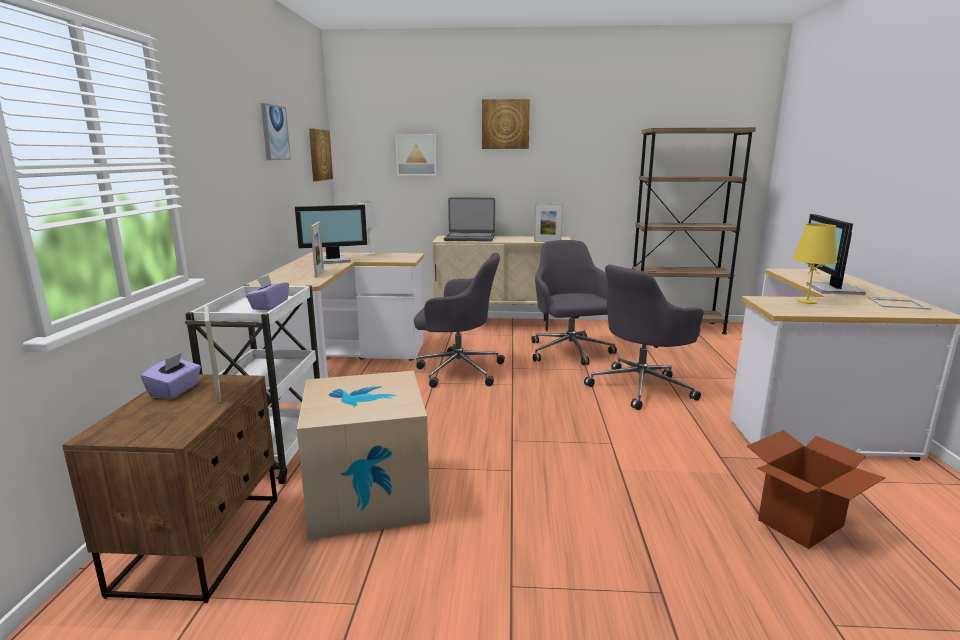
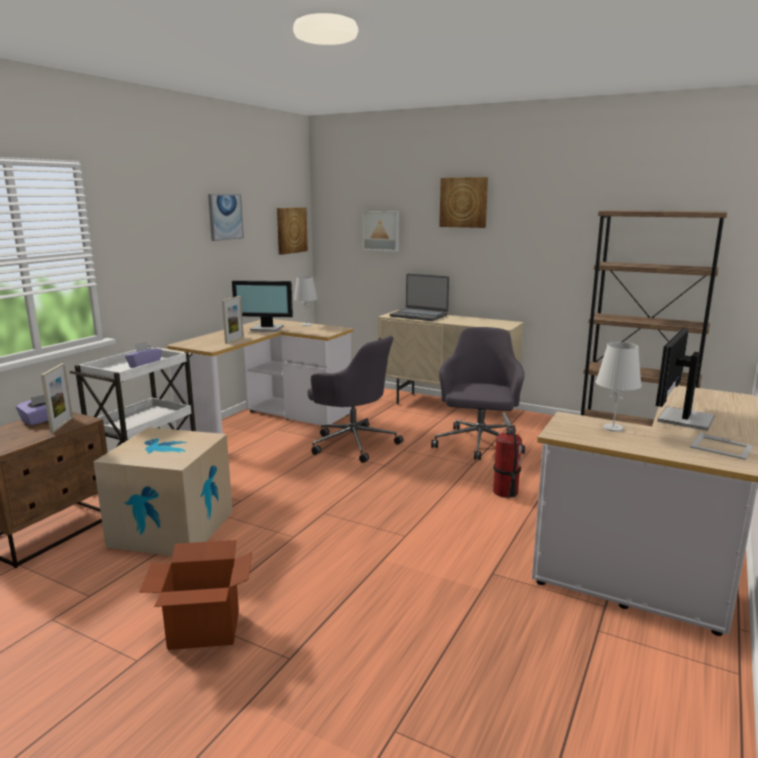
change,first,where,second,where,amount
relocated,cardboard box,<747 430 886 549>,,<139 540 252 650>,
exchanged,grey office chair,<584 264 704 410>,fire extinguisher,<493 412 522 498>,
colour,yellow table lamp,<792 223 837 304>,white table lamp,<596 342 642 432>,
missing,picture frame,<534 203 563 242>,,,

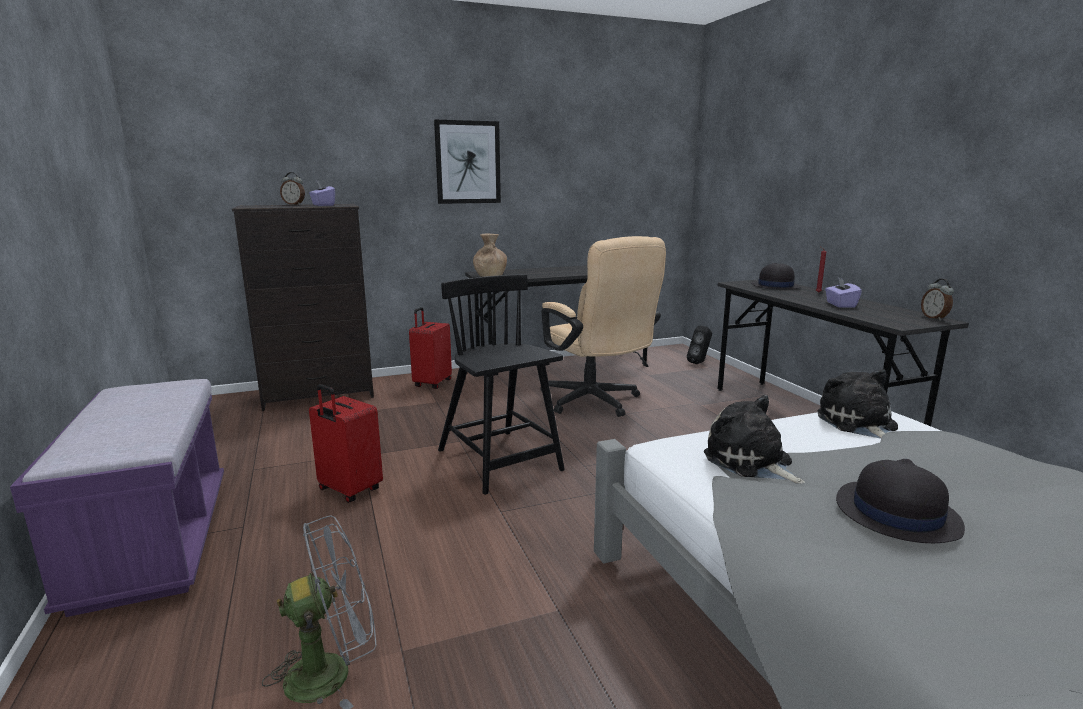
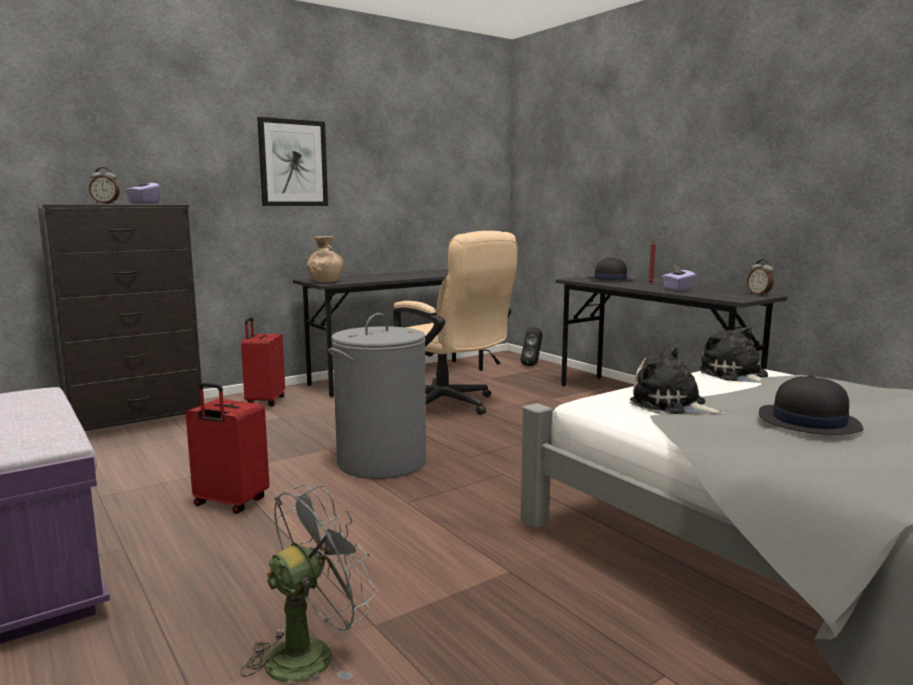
change,first,where,second,where,amount
exchanged,black chair,<438 274 565 495>,grey laundry basket,<328 313 426 479>,

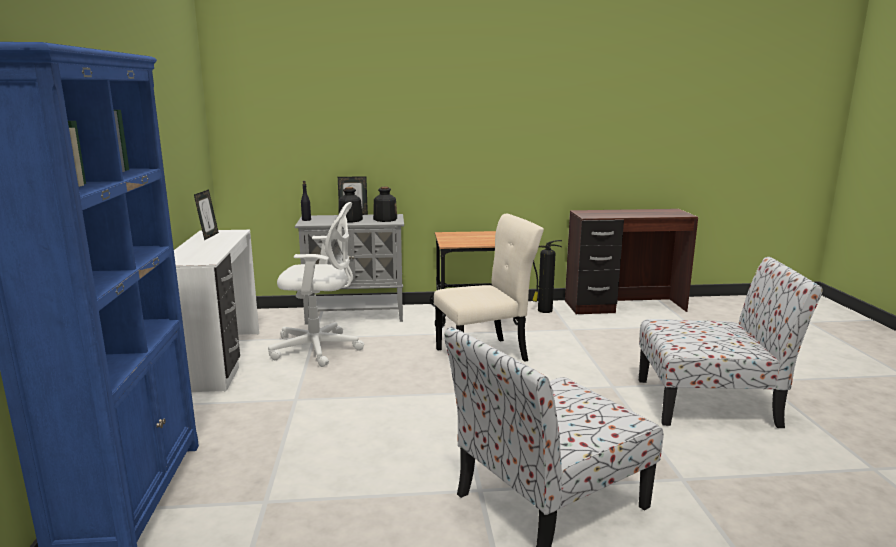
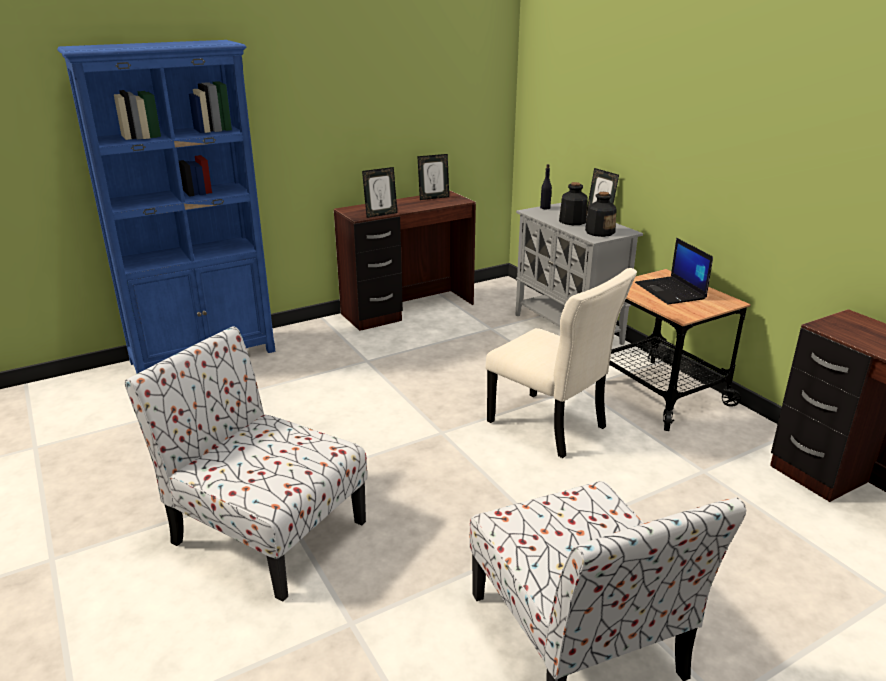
change,first,where,second,where,amount
colour,white desk,<174 230 259 392>,brown desk,<334 191 476 331>,
appeared,,,picture frame,<362 167 397 218>,
appeared,,,laptop,<635 238 713 304>,
missing,white office chair,<268 202 364 367>,,,
missing,fire extinguisher,<532 240 562 313>,,,

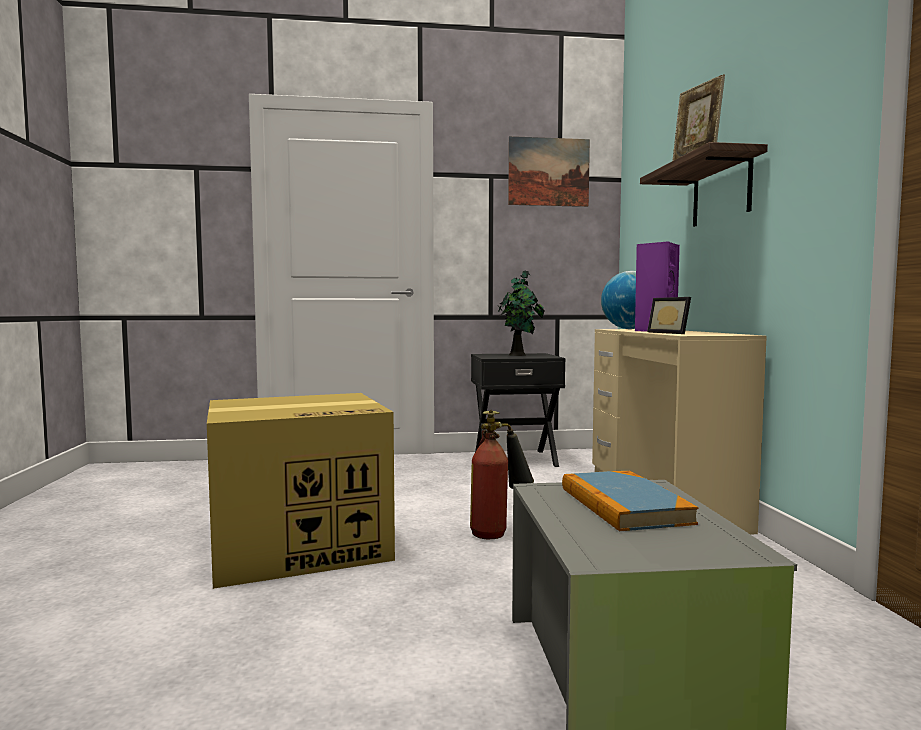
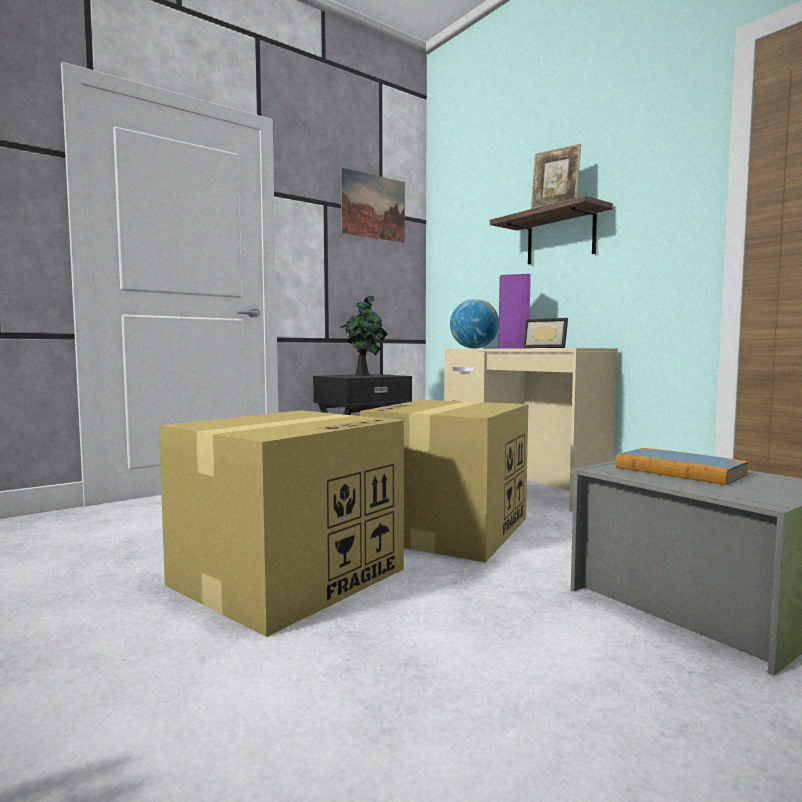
change,first,where,second,where,amount
exchanged,fire extinguisher,<470 410 534 539>,cardboard box,<360 400 528 562>,

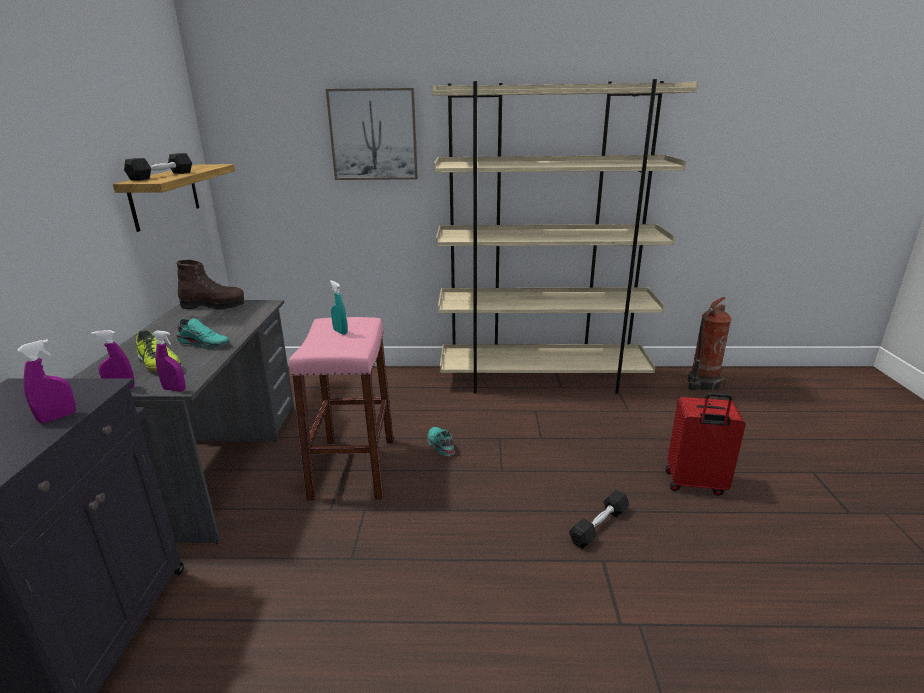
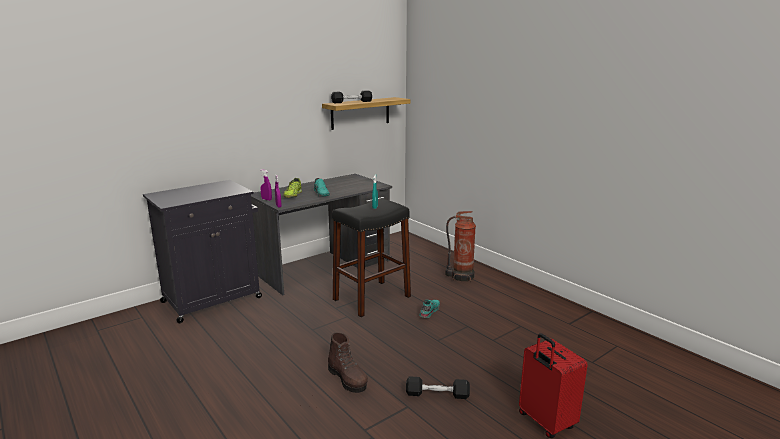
change,first,where,second,where,amount
relocated,brown boot,<177 260 244 309>,,<328 332 368 393>,
colour,pink stool,<289 317 394 501>,black stool,<332 198 411 317>,
relocated,fire extinguisher,<684 297 732 392>,,<445 211 476 282>,
missing,purple spray bottle,<18 339 76 423>,,,
missing,picture,<326 88 418 180>,,,
missing,beige bookcase,<431 79 699 394>,,,

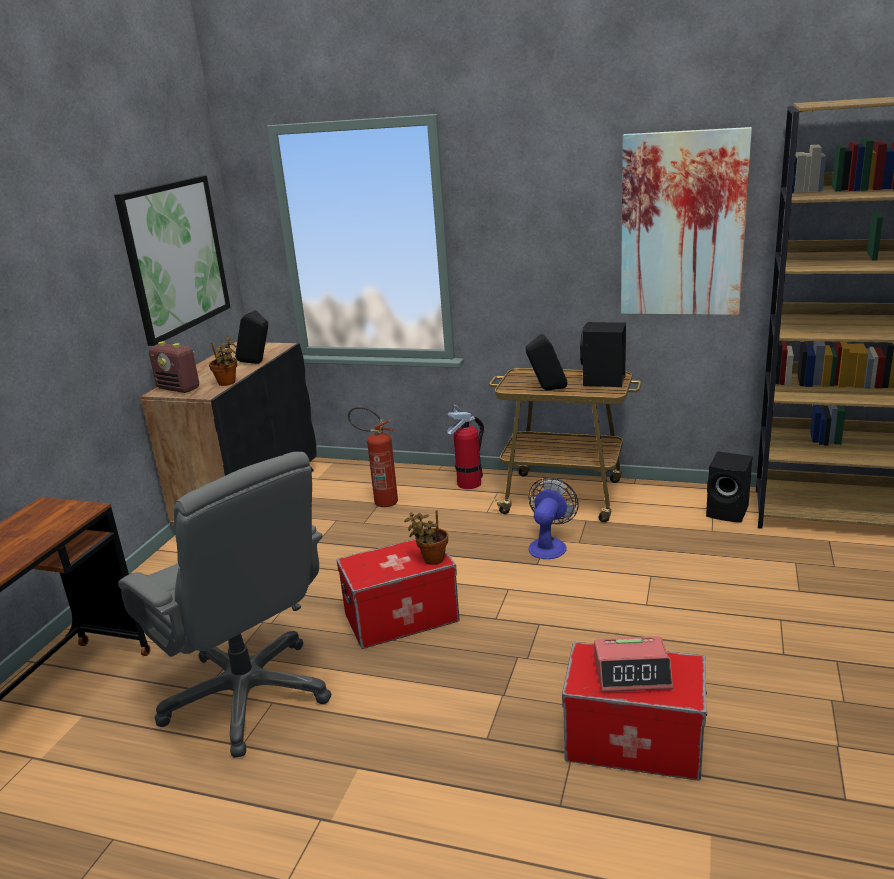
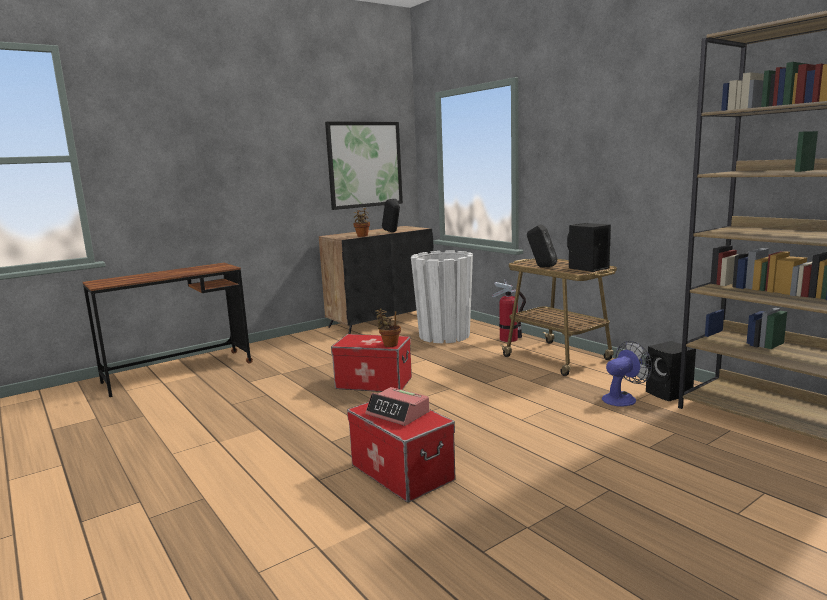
change,first,where,second,where,amount
exchanged,fire extinguisher,<348 407 398 507>,white planter,<411 250 473 343>,
relocated,fan,<528 478 579 559>,,<602 341 652 406>,
missing,grey office chair,<118 452 331 758>,,,
missing,radio,<149 341 199 393>,,,
missing,picture,<621 127 752 315>,,,

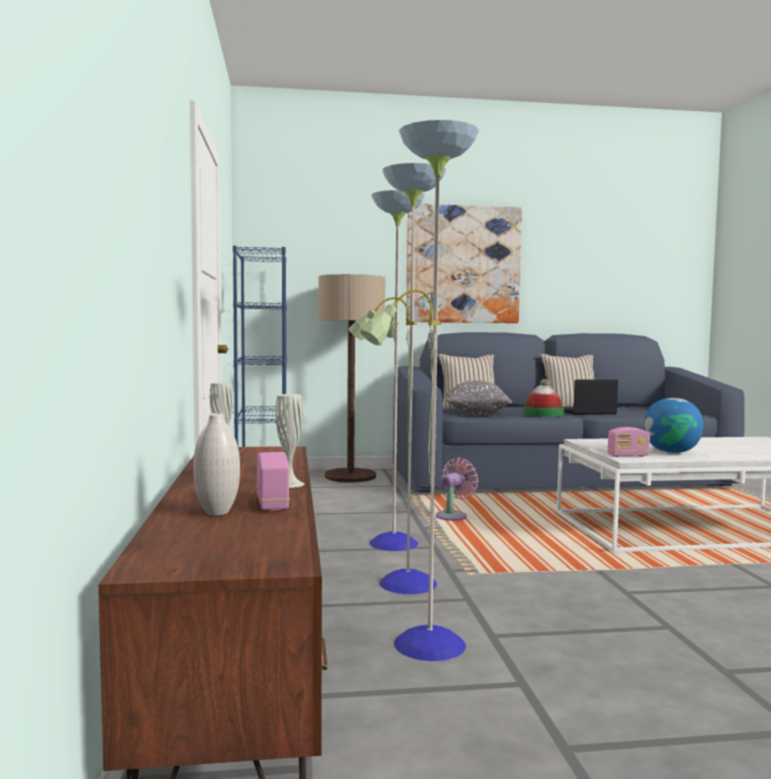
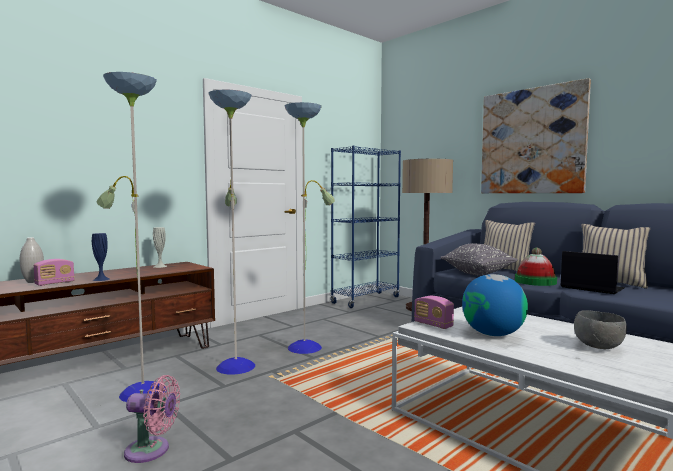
change,first,where,second,where,amount
colour,white vase,<275 394 304 488>,blue vase,<92 233 110 281>,
relocated,pink fan,<436 457 478 521>,,<124 375 180 463>,
appeared,,,grey bowl,<574 310 627 349>,

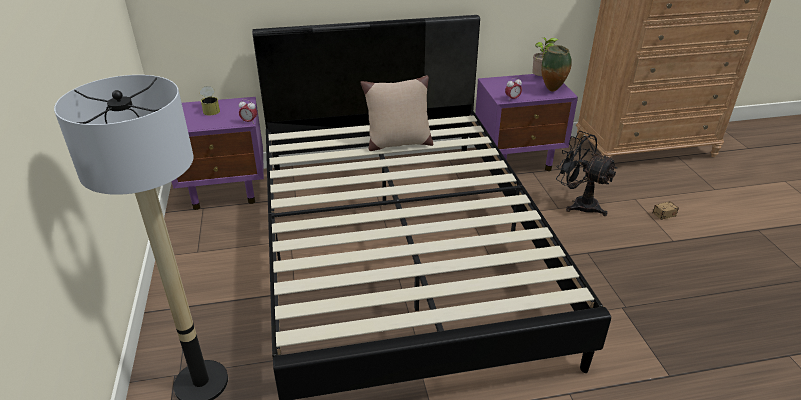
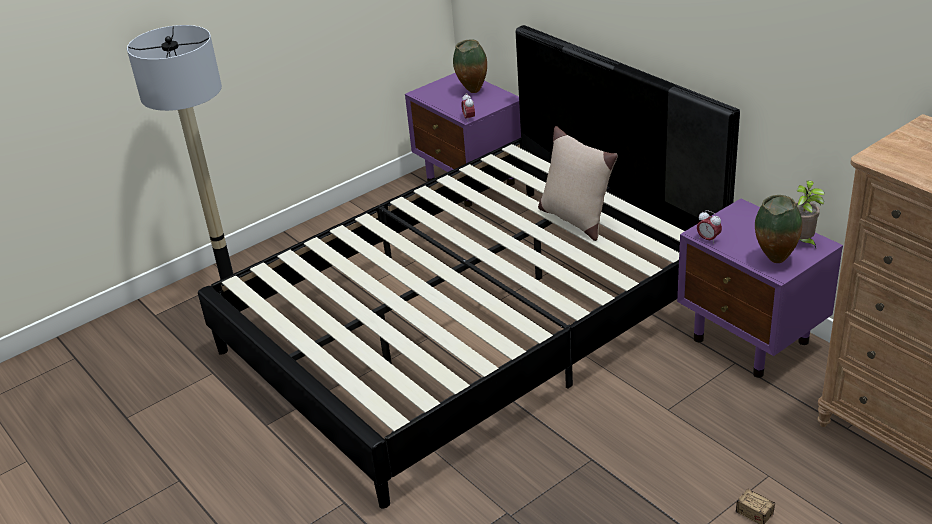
change,first,where,second,where,amount
exchanged,can,<200 86 220 115>,vase,<453 39 487 93>,
missing,black fan,<556 131 617 216>,,,

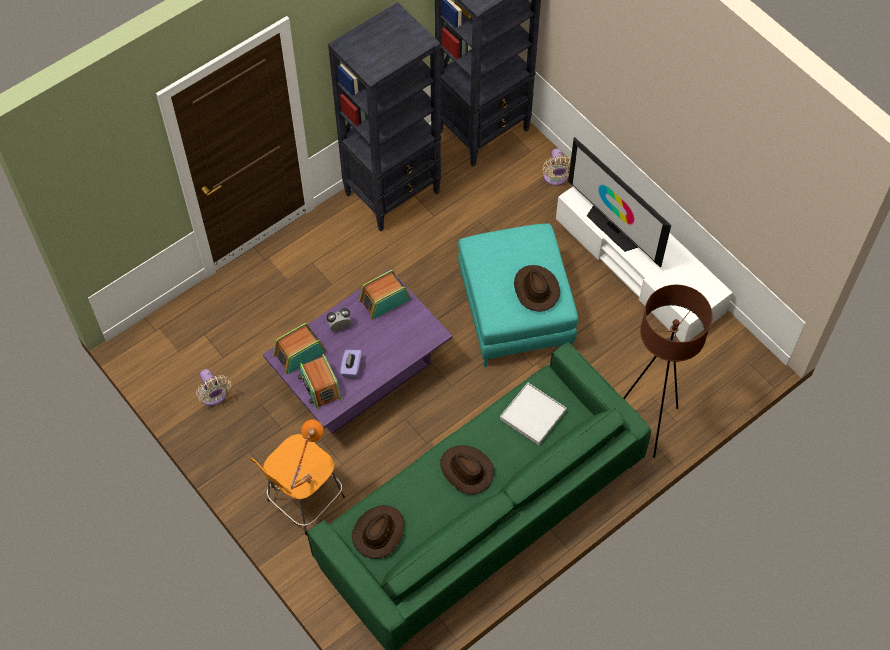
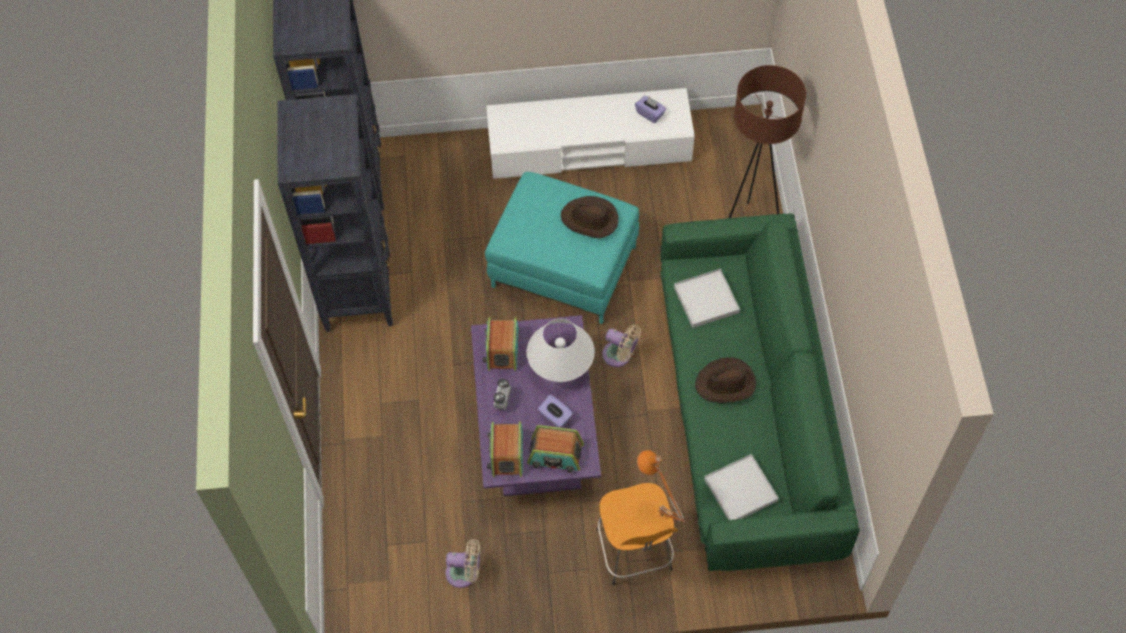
change,first,where,second,where,amount
appeared,,,white table lamp,<527 319 595 382>,
relocated,beige fan,<542 148 571 186>,,<602 324 641 367>,
appeared,,,purple tissue box,<635 96 666 123>,
exchanged,brown hat,<352 505 404 559>,white tray,<704 454 779 520>,
missing,television,<568 137 671 267>,,,

